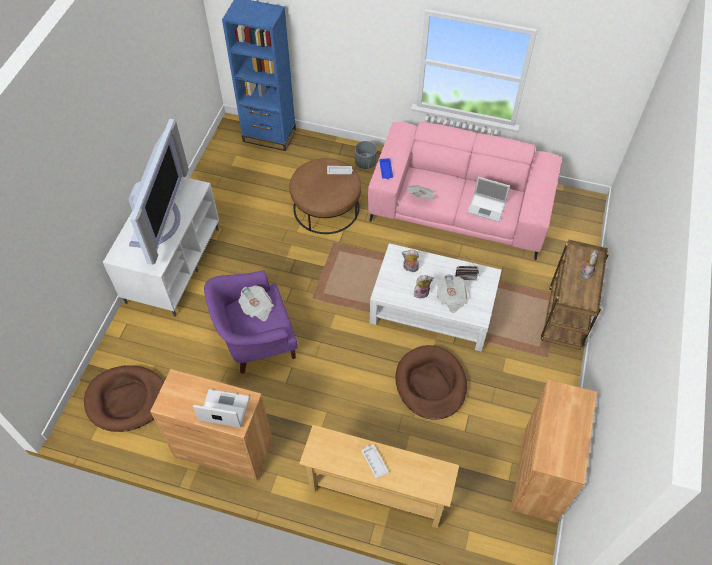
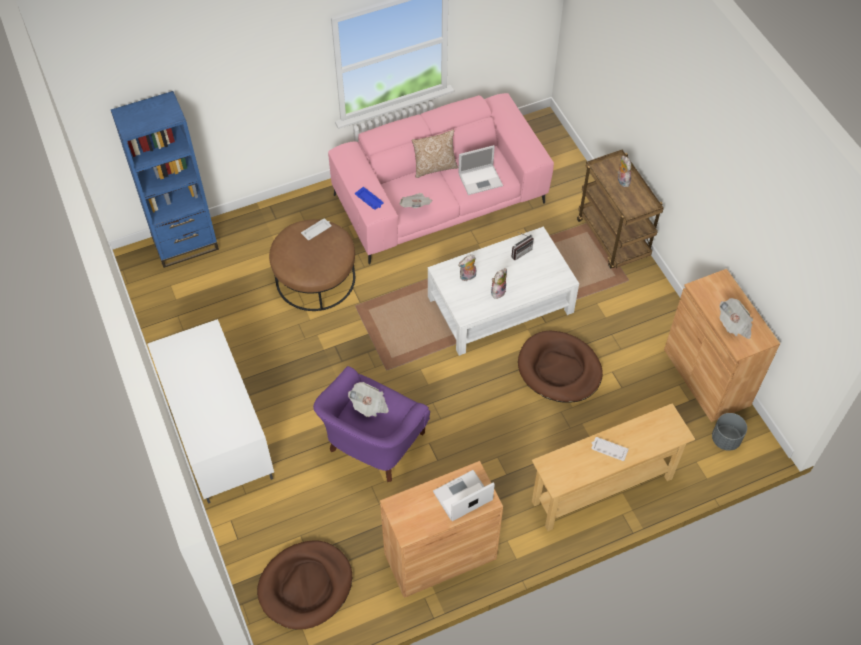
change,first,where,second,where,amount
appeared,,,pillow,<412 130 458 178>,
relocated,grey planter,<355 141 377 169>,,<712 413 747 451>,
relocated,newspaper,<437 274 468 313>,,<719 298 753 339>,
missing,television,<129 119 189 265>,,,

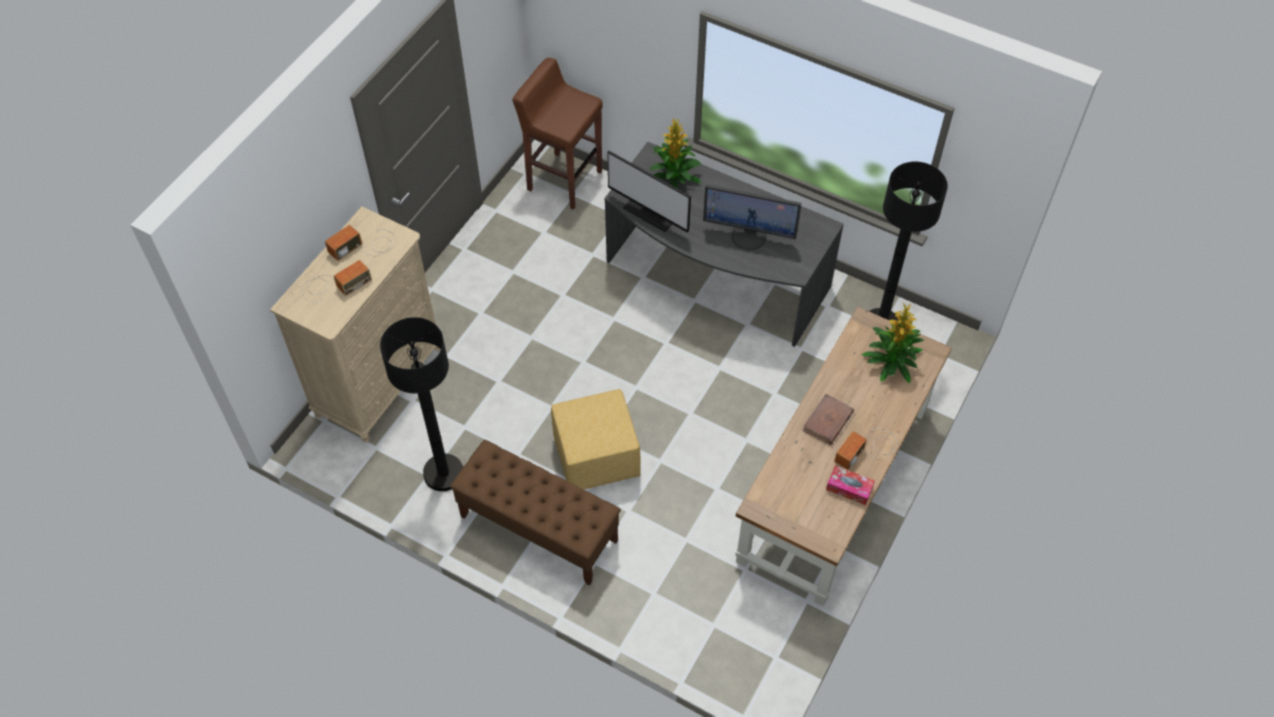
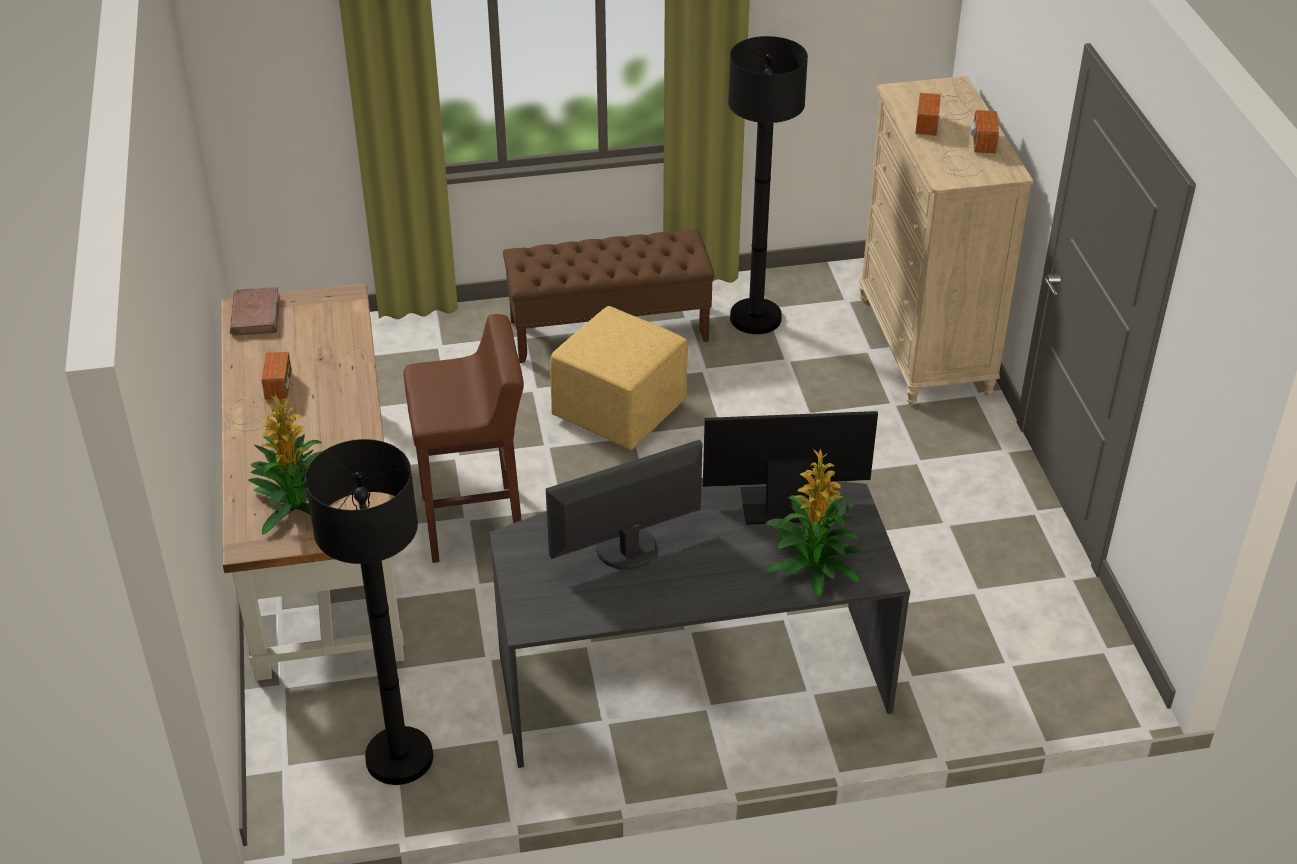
change,first,where,second,where,amount
relocated,brown book,<802 394 854 445>,,<230 287 280 336>,
relocated,brown stool,<512 58 603 210>,,<403 314 524 563>,
missing,tissue box,<826 465 875 505>,,,

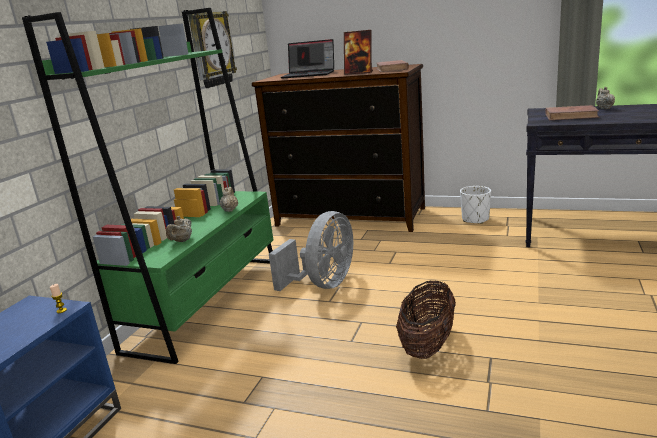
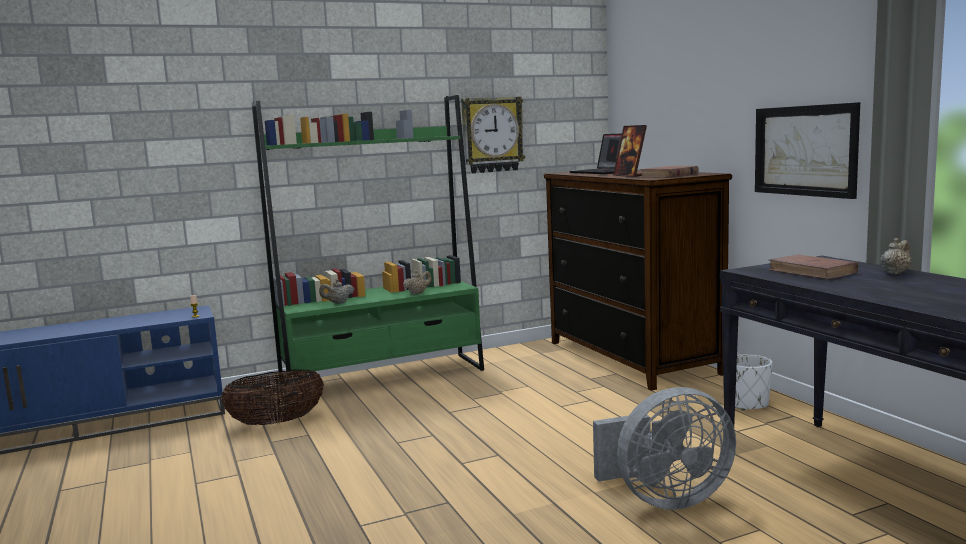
change,first,where,second,where,amount
relocated,basket,<396 281 456 359>,,<221 369 324 425>,
relocated,grey fan,<269 211 353 291>,,<593 387 736 510>,
appeared,,,picture,<755 102 860 199>,

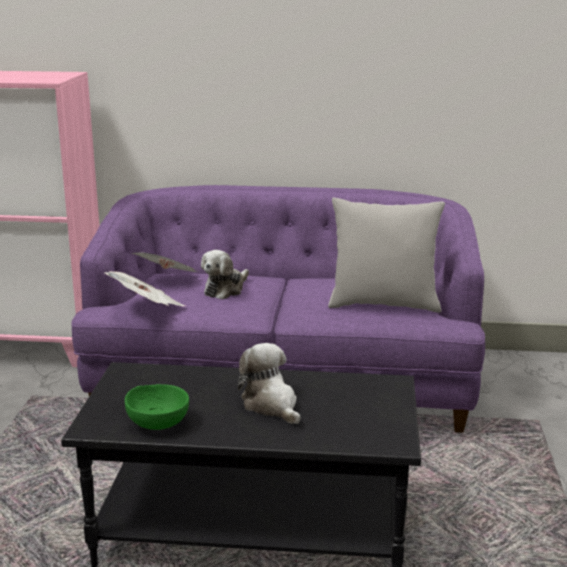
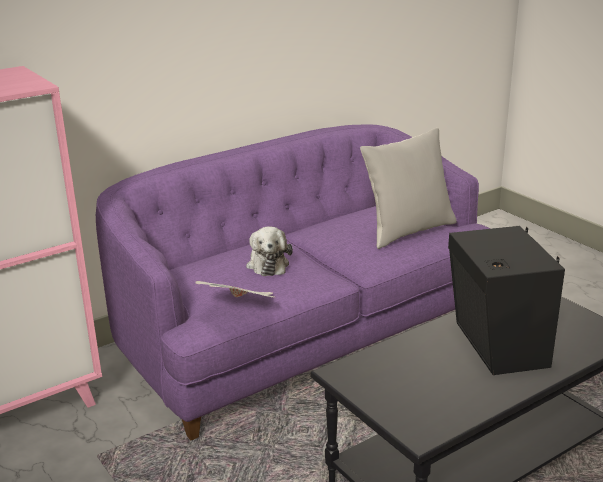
change,first,where,second,where,amount
exchanged,plush toy,<237 343 301 424>,black speaker,<448 226 565 375>,
missing,green bowl,<125 384 189 430>,,,
missing,newspaper,<131 253 200 272>,,,

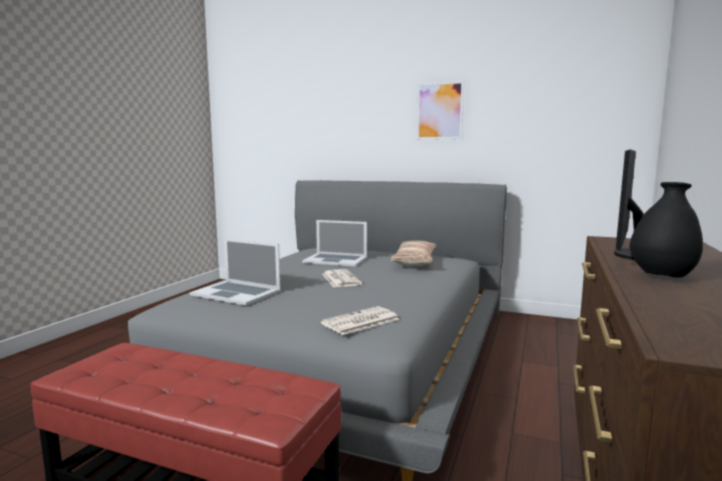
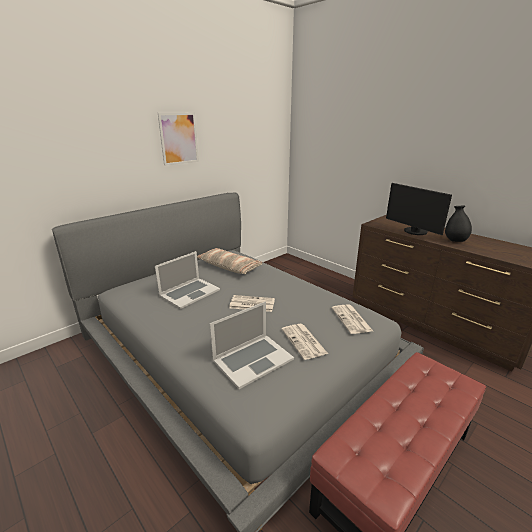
change,first,where,second,where,amount
appeared,,,newspaper,<282 324 328 360>,

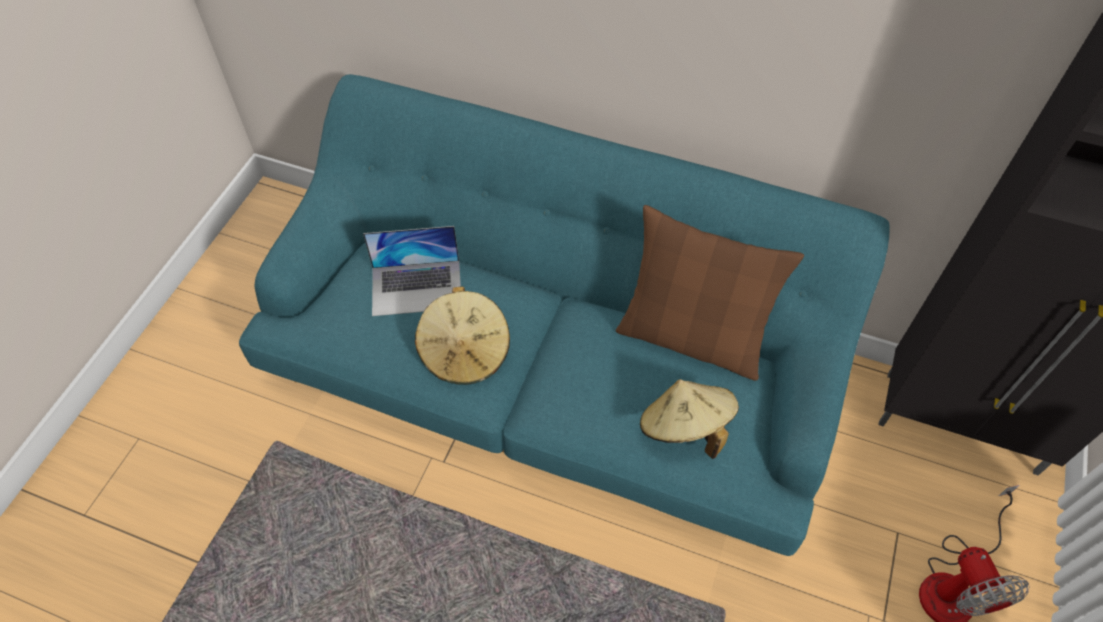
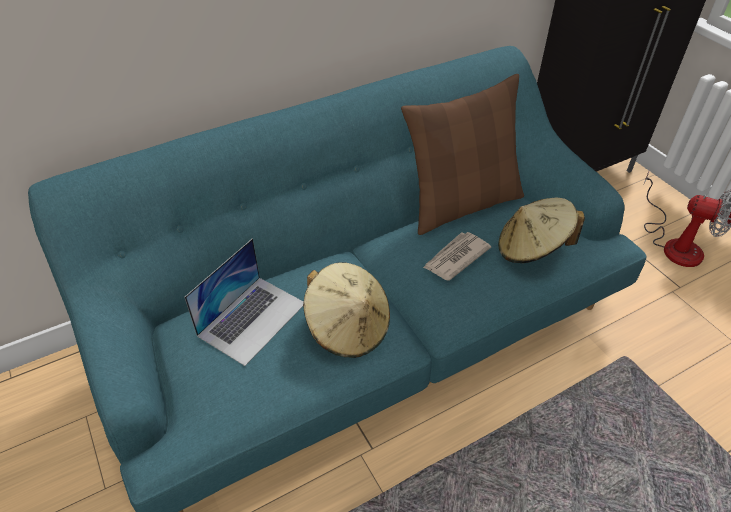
change,first,where,second,where,amount
appeared,,,newspaper,<423 232 491 280>,

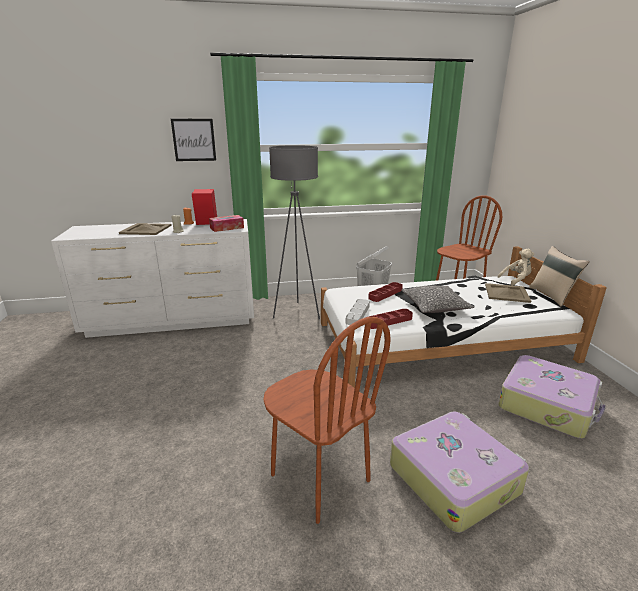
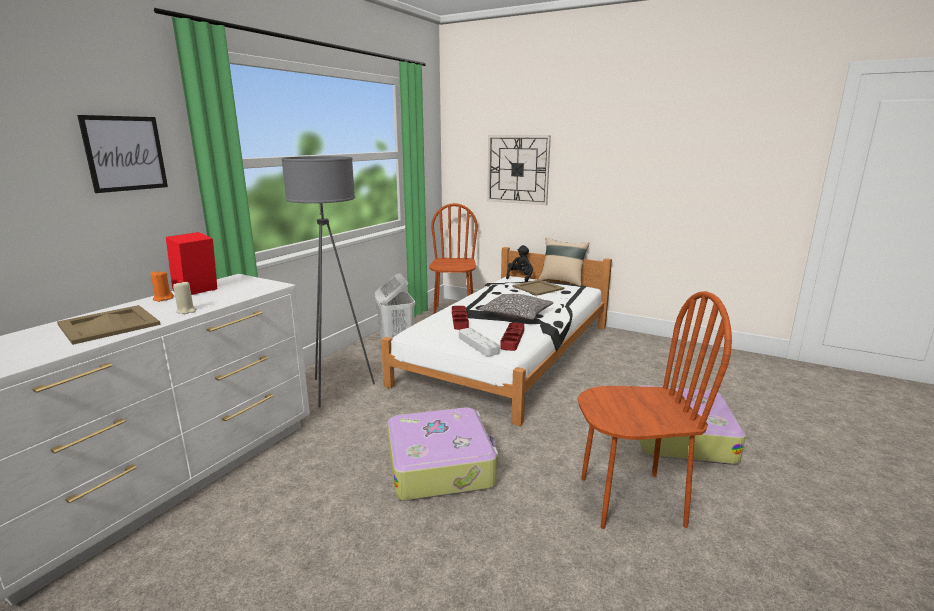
change,first,where,second,where,amount
relocated,suitcase,<498 355 606 438>,,<387 407 498 501>,
appeared,,,wall clock,<487 135 551 205>,
colour,beige plush toy,<498 249 534 286>,black plush toy,<506 245 533 282>,
missing,tissue box,<209 215 244 232>,,,

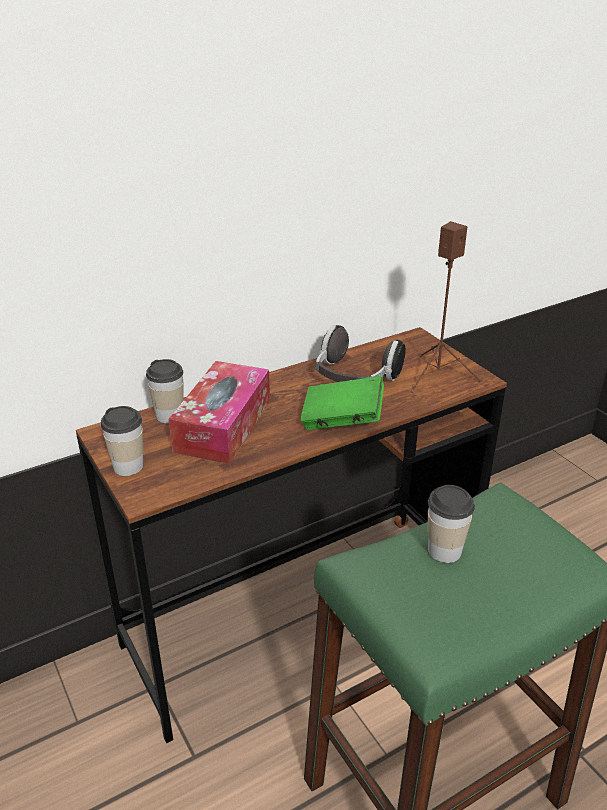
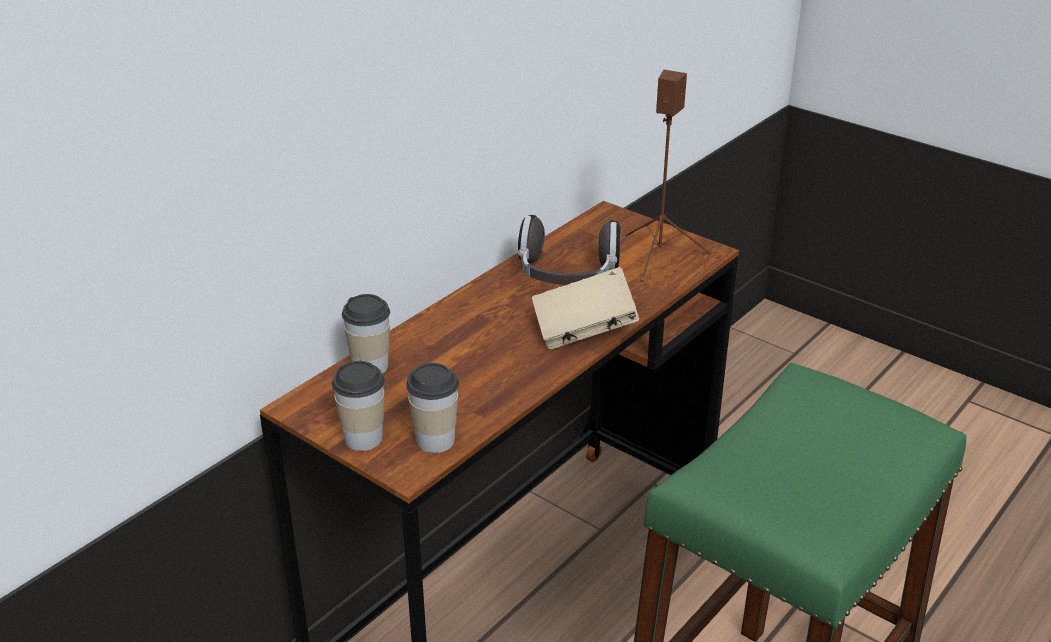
change,first,where,second,where,amount
relocated,cup,<428 485 475 563>,,<406 363 459 453>,
colour,green book,<300 376 384 430>,beige book,<532 267 639 350>,
missing,tissue box,<169 361 270 464>,,,

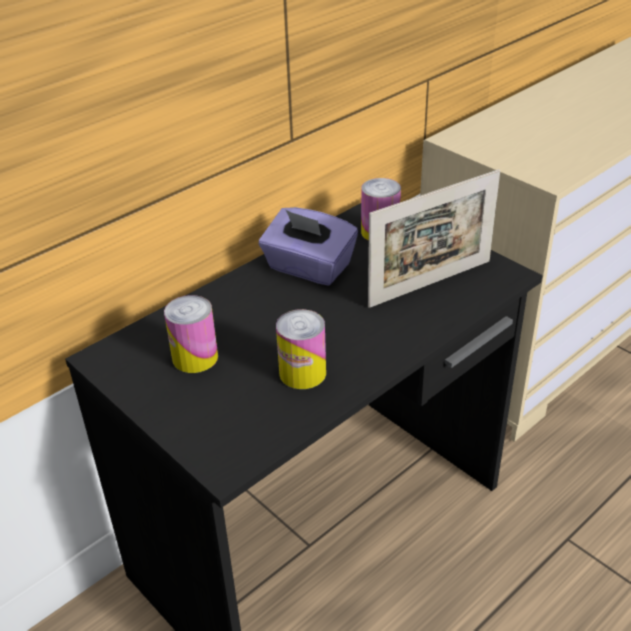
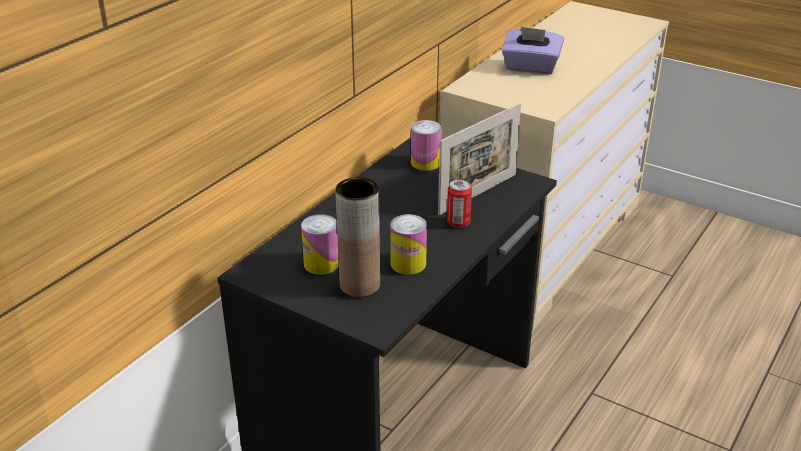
change,first,where,second,where,amount
appeared,,,brown vase,<335 177 380 297>,
appeared,,,can,<447 180 472 227>,
relocated,purple tissue box,<259 207 358 286>,,<502 26 564 75>,

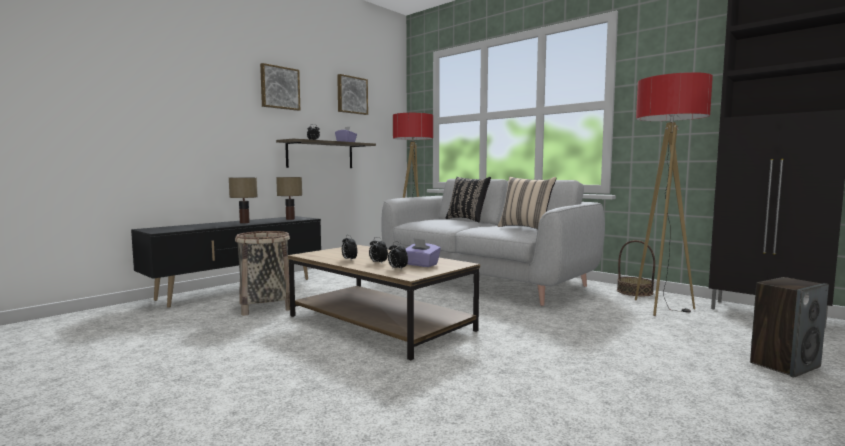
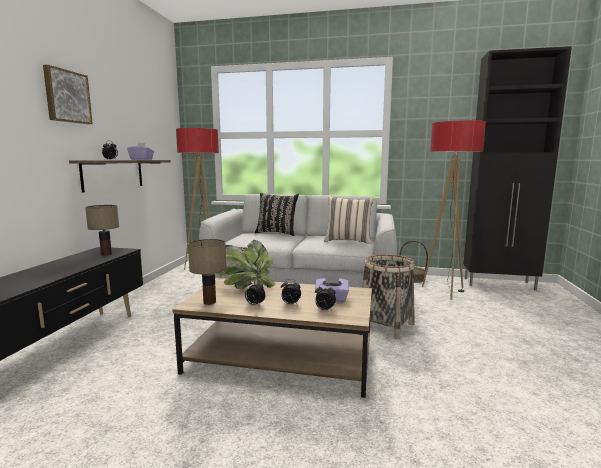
change,first,where,second,where,amount
relocated,table lamp,<229 177 257 223>,,<188 239 226 305>,
appeared,,,potted plant,<217 240 276 289>,
relocated,basket,<235 231 290 315>,,<362 254 415 339>,
missing,picture,<337 74 368 115>,,,
missing,speaker,<750 277 829 378>,,,

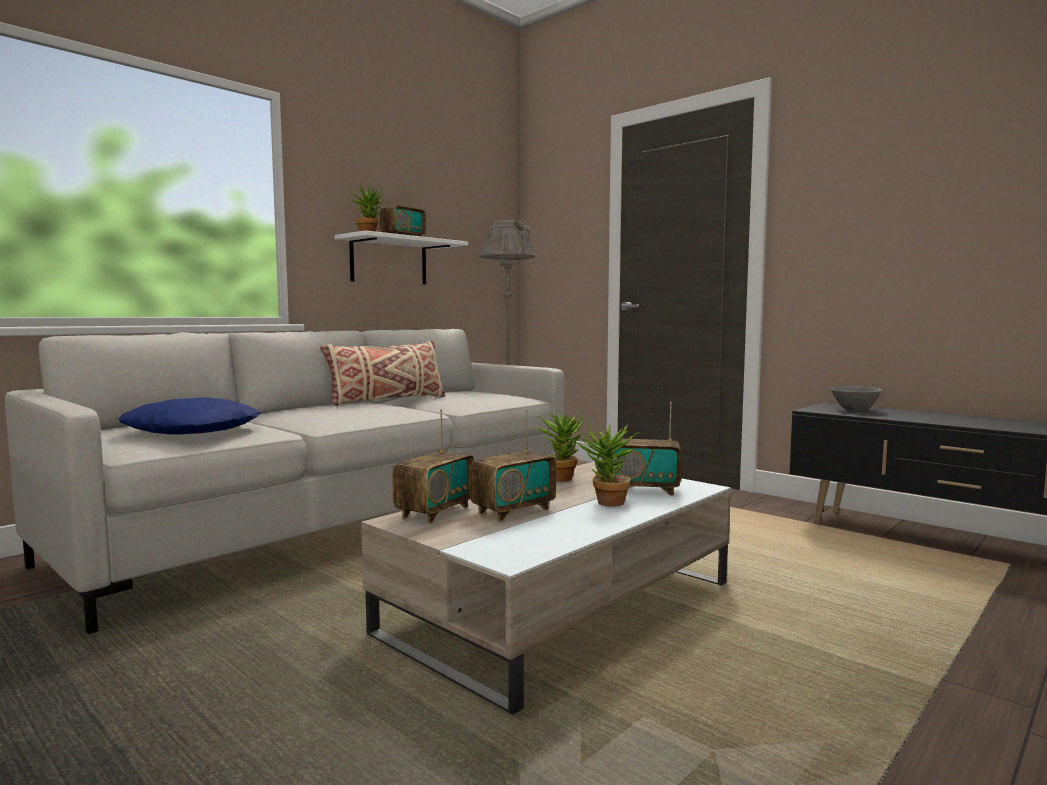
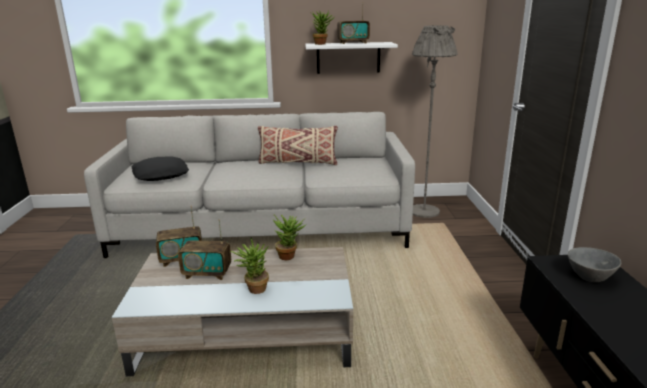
change,first,where,second,where,amount
colour,blue pillow,<119 398 261 435>,black pillow,<131 156 189 181>,
missing,radio,<614 402 682 496>,,,

